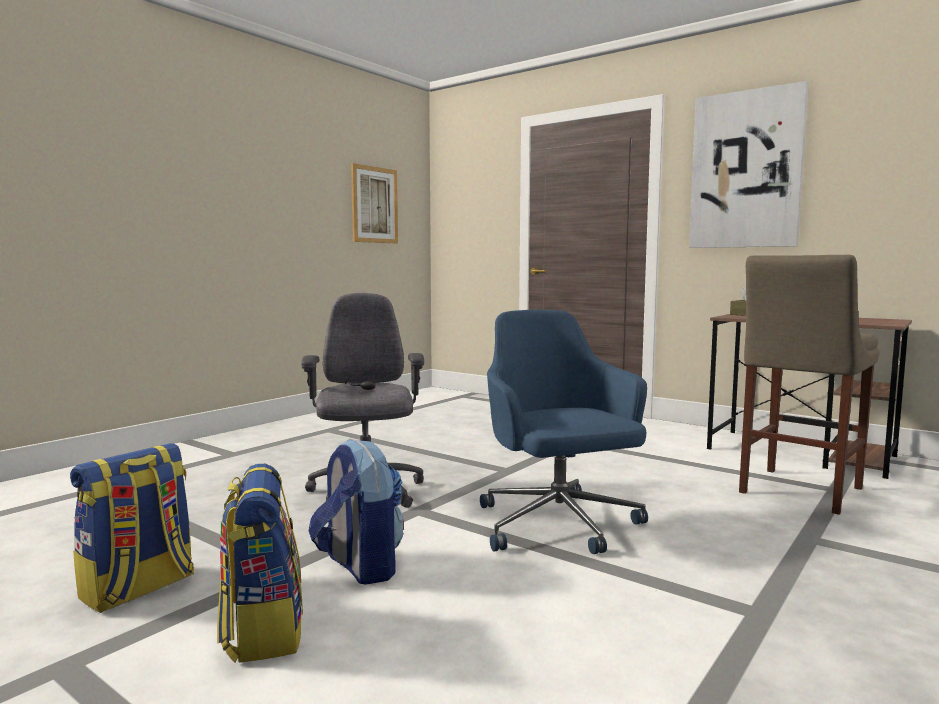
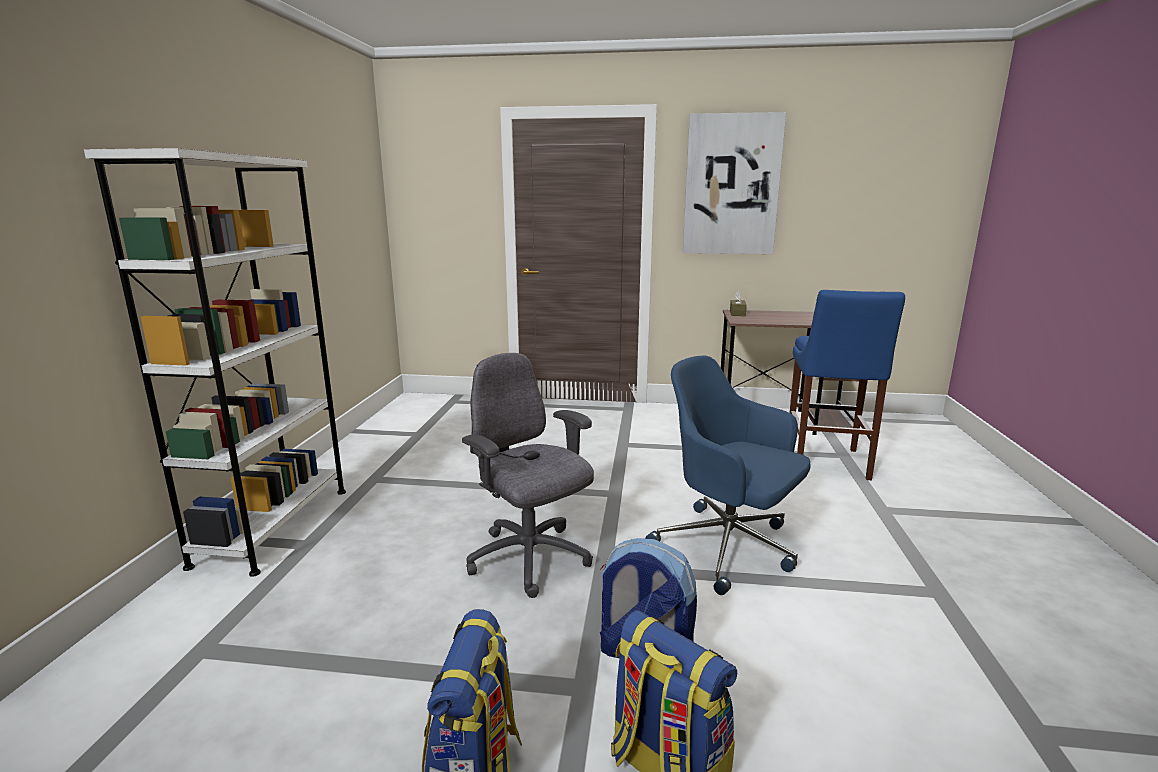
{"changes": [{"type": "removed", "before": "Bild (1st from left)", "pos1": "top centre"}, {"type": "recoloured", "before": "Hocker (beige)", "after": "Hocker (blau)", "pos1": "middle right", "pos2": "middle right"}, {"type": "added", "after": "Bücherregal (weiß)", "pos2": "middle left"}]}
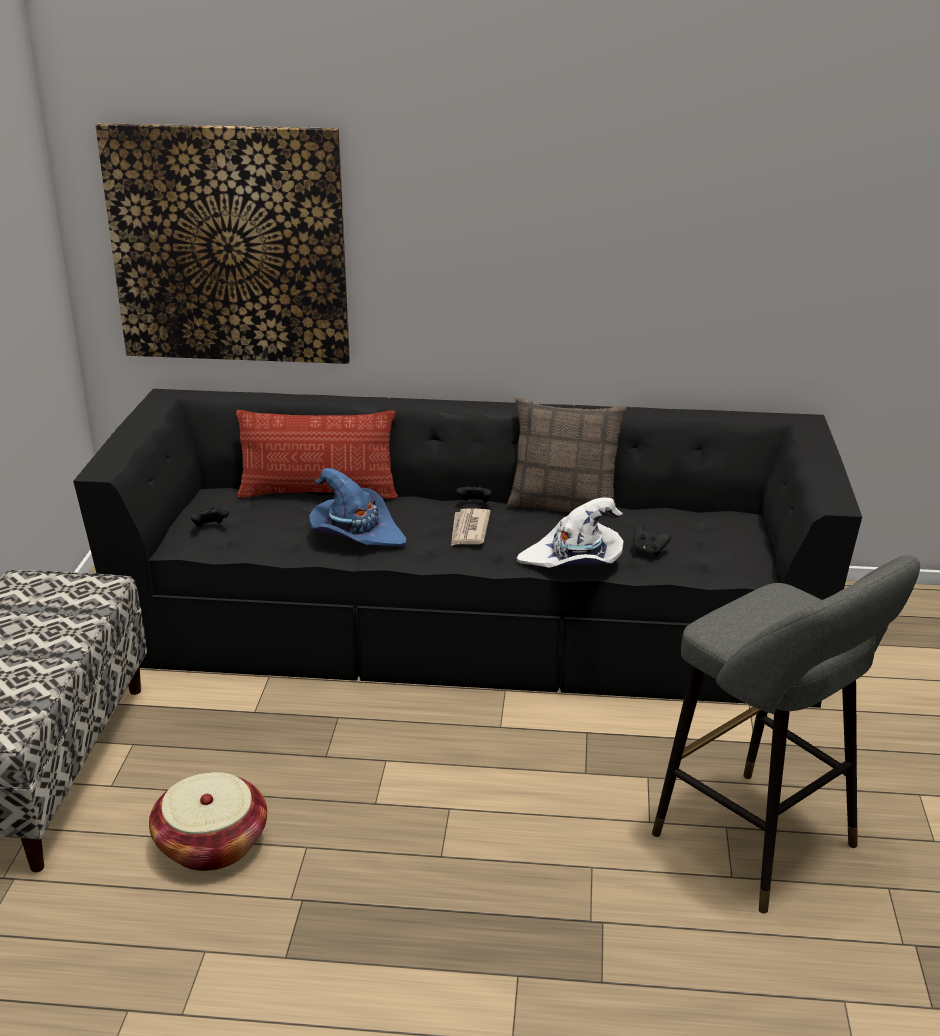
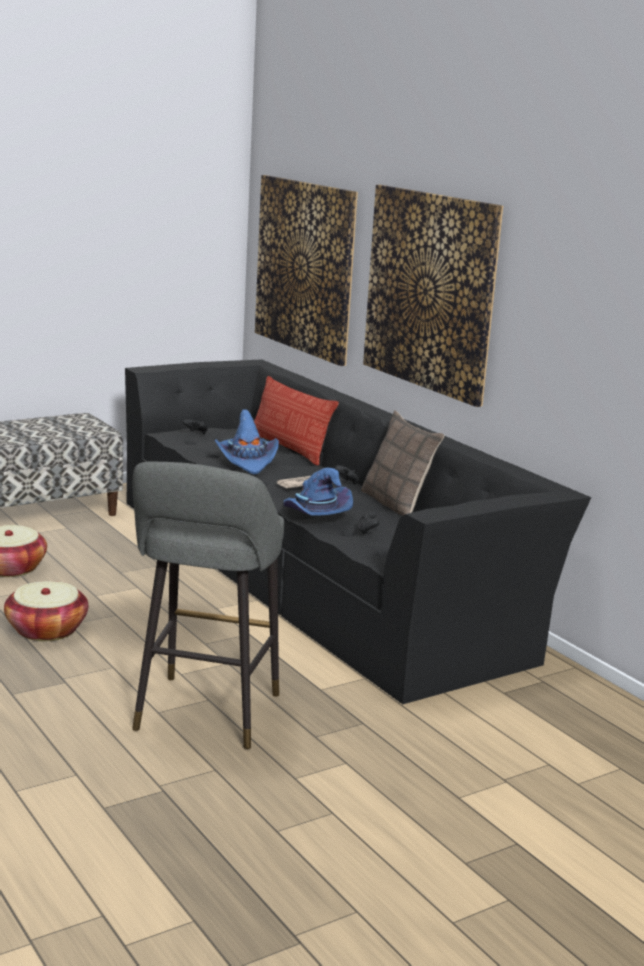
{"changes": [{"type": "recoloured", "before": "Hut (weiß)", "after": "Hut (blau) (2nd from left)", "pos1": "centre", "pos2": "centre"}, {"type": "added", "after": "Bild (2nd from left)", "pos2": "top right"}, {"type": "added", "after": "Korb (2nd from left)", "pos2": "middle left"}]}
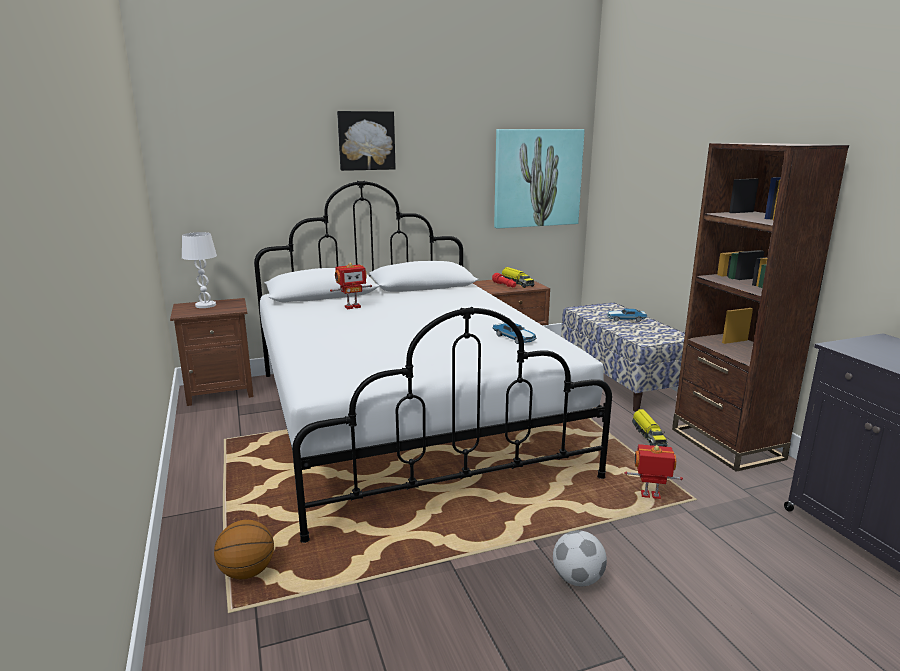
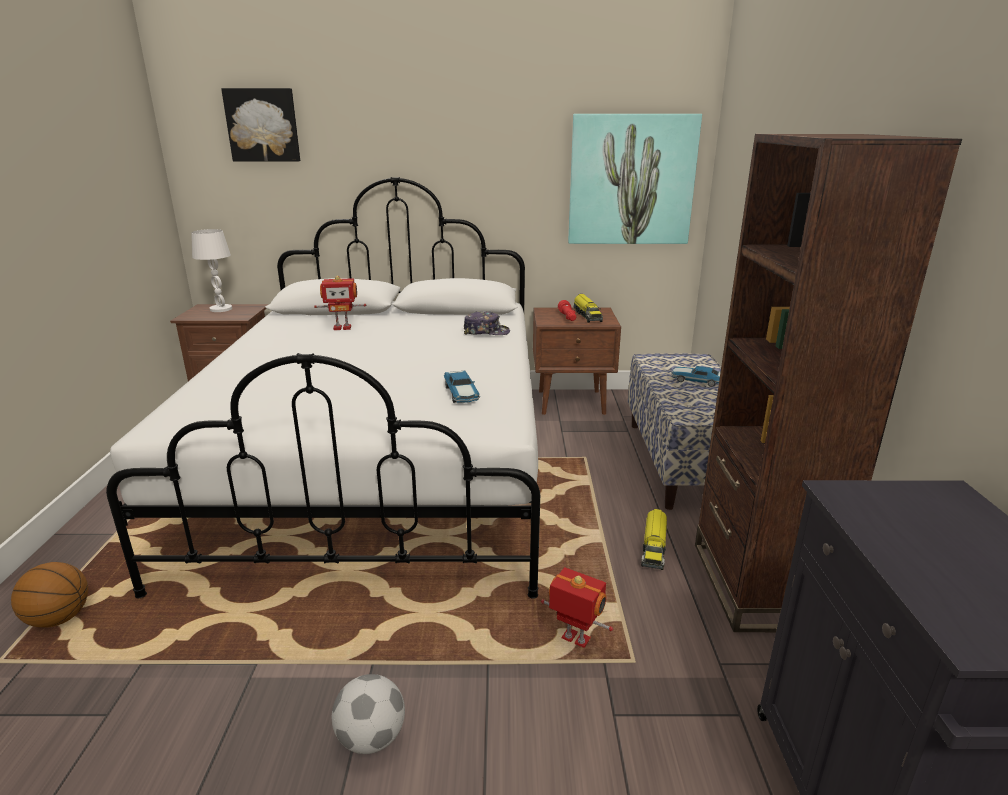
{"changes": [{"type": "moved", "before": "Bild (1st from left)", "pos1": "top centre", "pos2": "top left"}, {"type": "added", "after": "Kappe", "pos2": "centre"}]}
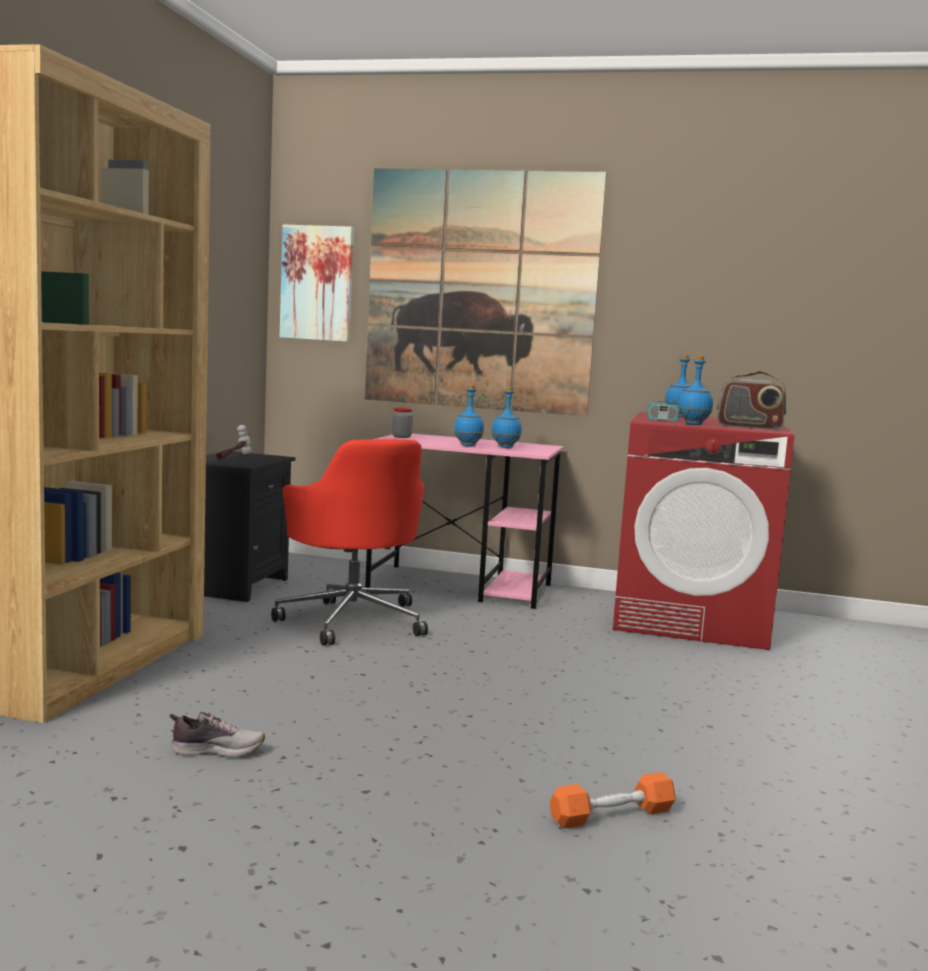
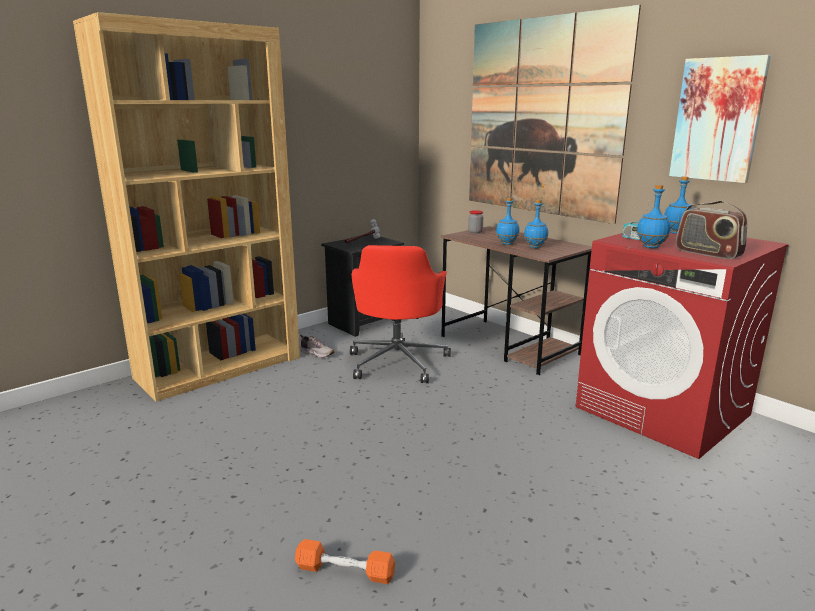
{"changes": [{"type": "moved", "before": "Bild (1st from left in the first image)", "after": "Bild (2nd from left)", "pos1": "top centre", "pos2": "top right"}, {"type": "recoloured", "before": "Schreibtisch (rosa)", "after": "Schreibtisch (braun)", "pos1": "centre", "pos2": "centre"}, {"type": "moved", "before": "Schuh", "pos1": "bottom left", "pos2": "centre"}]}
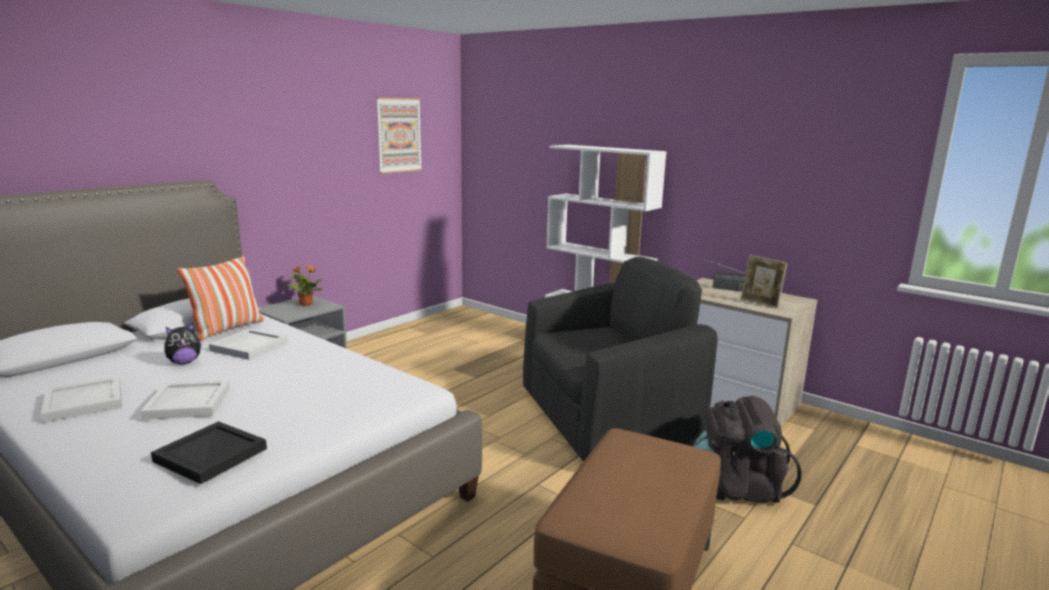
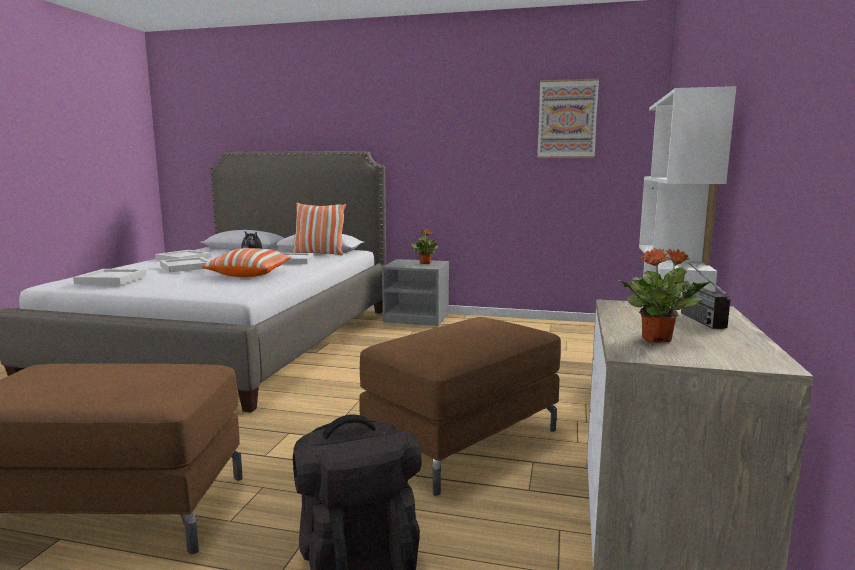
{"changes": [{"type": "replaced", "before": "Bilderrahmen", "after": "Topfpflanze (2nd from left)", "pos1": "middle right", "pos2": "middle right"}, {"type": "replaced", "before": "Sessel (schwarz)", "after": "Polsterhocker (braun) (2nd from left)", "pos1": "centre", "pos2": "bottom centre"}, {"type": "recoloured", "before": "Tablett (schwarz)", "after": "Tablett (weiß) (1st from left)", "pos1": "bottom left", "pos2": "middle left"}, {"type": "added", "after": "Kissen (1st from left)", "pos2": "middle left"}]}
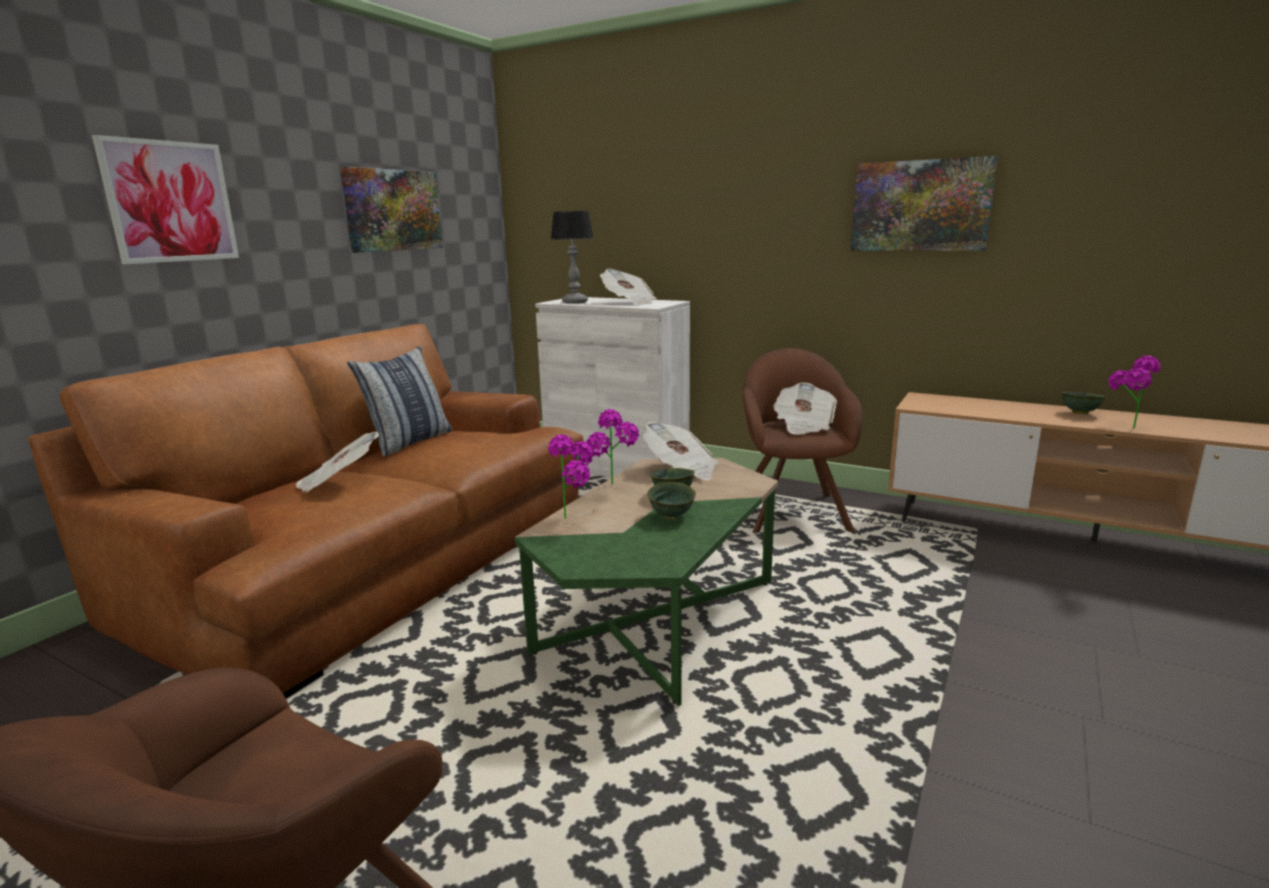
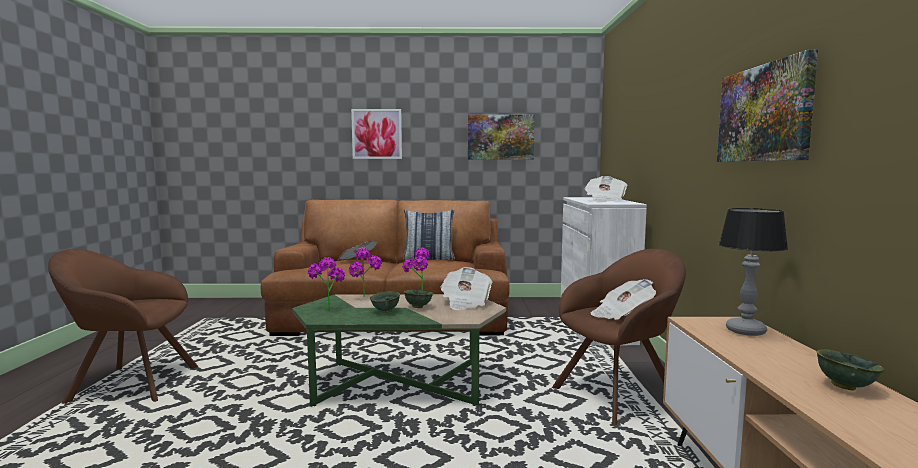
{"changes": [{"type": "moved", "before": "Tischlampe", "pos1": "top centre", "pos2": "middle right"}, {"type": "moved", "before": "Topfpflanze (3rd from left in the first image)", "after": "Topfpflanze (1st from left)", "pos1": "middle right", "pos2": "centre"}]}
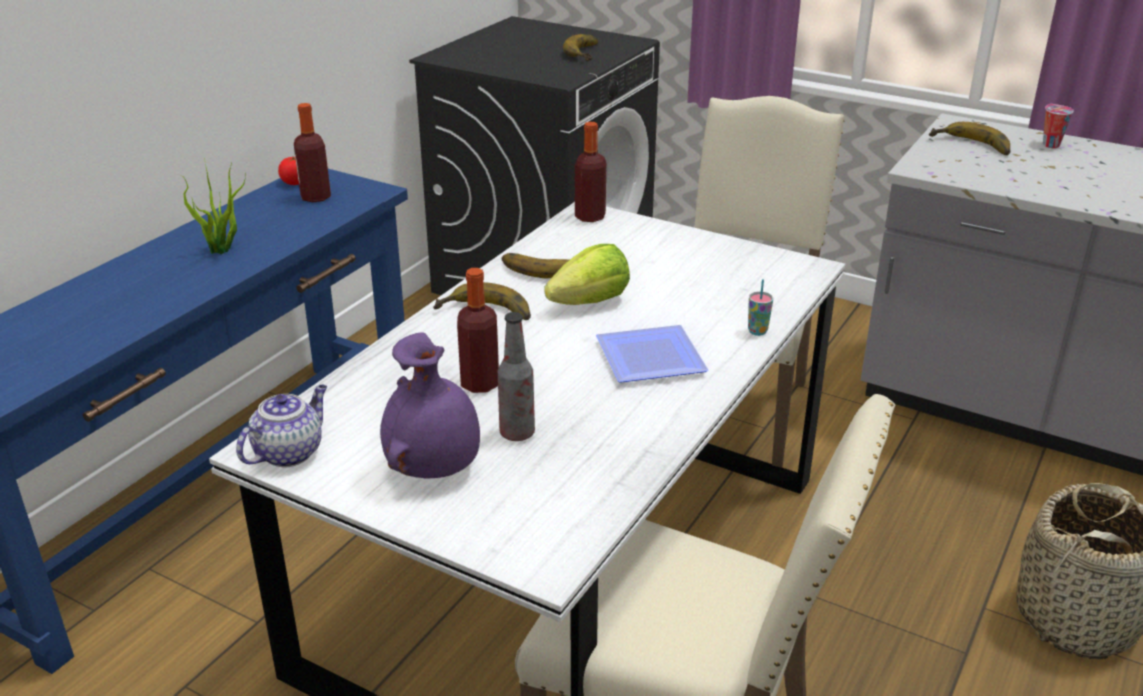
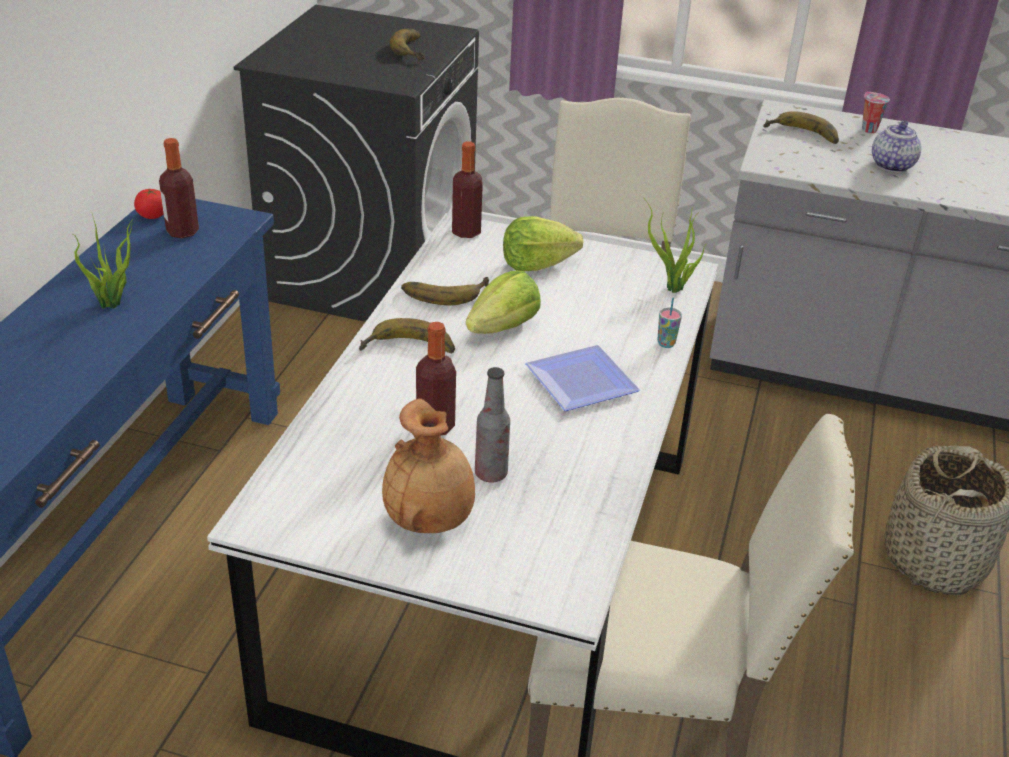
{"changes": [{"type": "recoloured", "before": "Vase (lila)", "after": "Vase (braun)", "pos1": "centre", "pos2": "centre"}, {"type": "moved", "before": "Teekanne", "pos1": "middle left", "pos2": "top right"}, {"type": "added", "after": "Topfpflanze (2nd from left)", "pos2": "top right"}, {"type": "added", "after": "Salatkopf (2nd from left)", "pos2": "top centre"}]}
